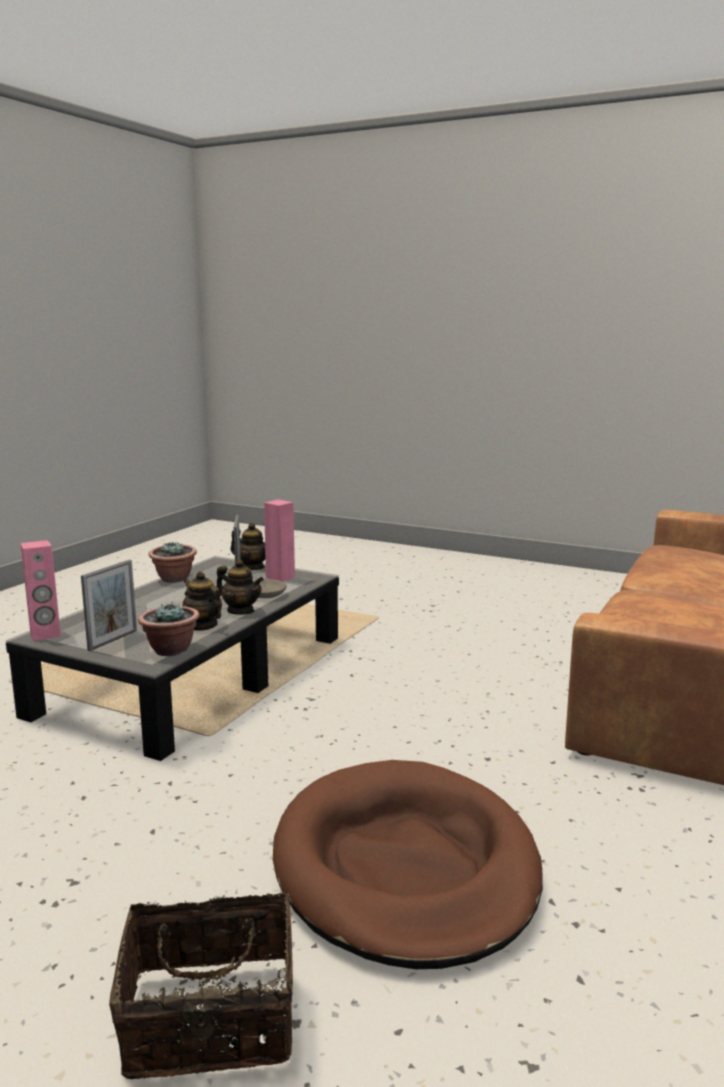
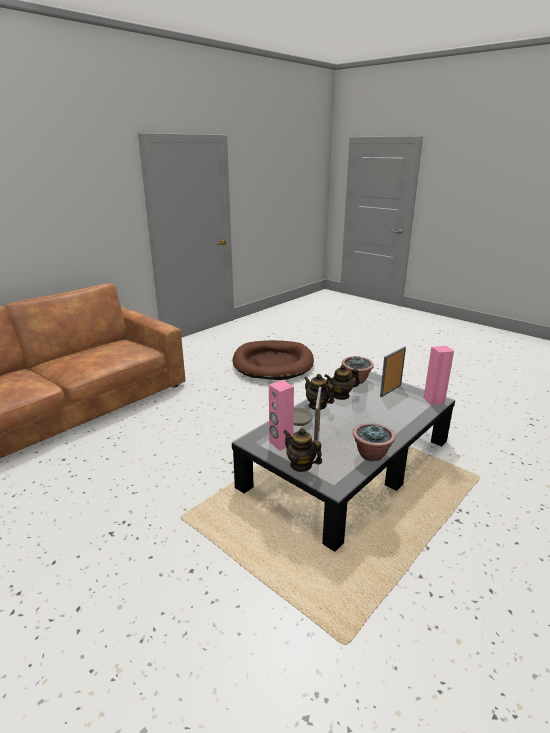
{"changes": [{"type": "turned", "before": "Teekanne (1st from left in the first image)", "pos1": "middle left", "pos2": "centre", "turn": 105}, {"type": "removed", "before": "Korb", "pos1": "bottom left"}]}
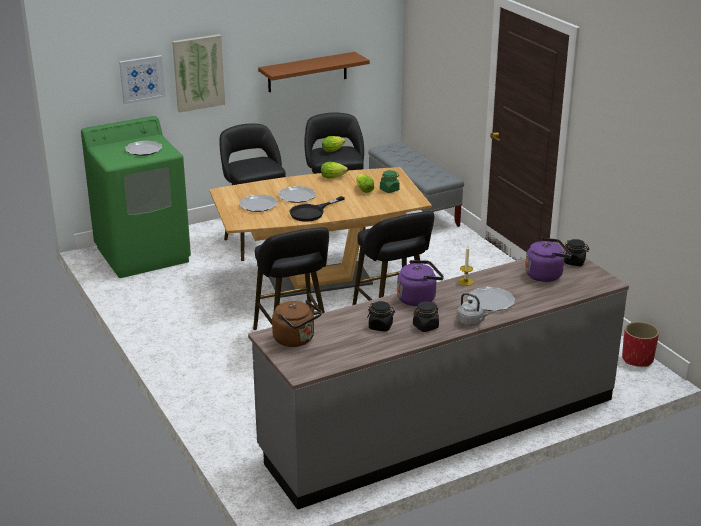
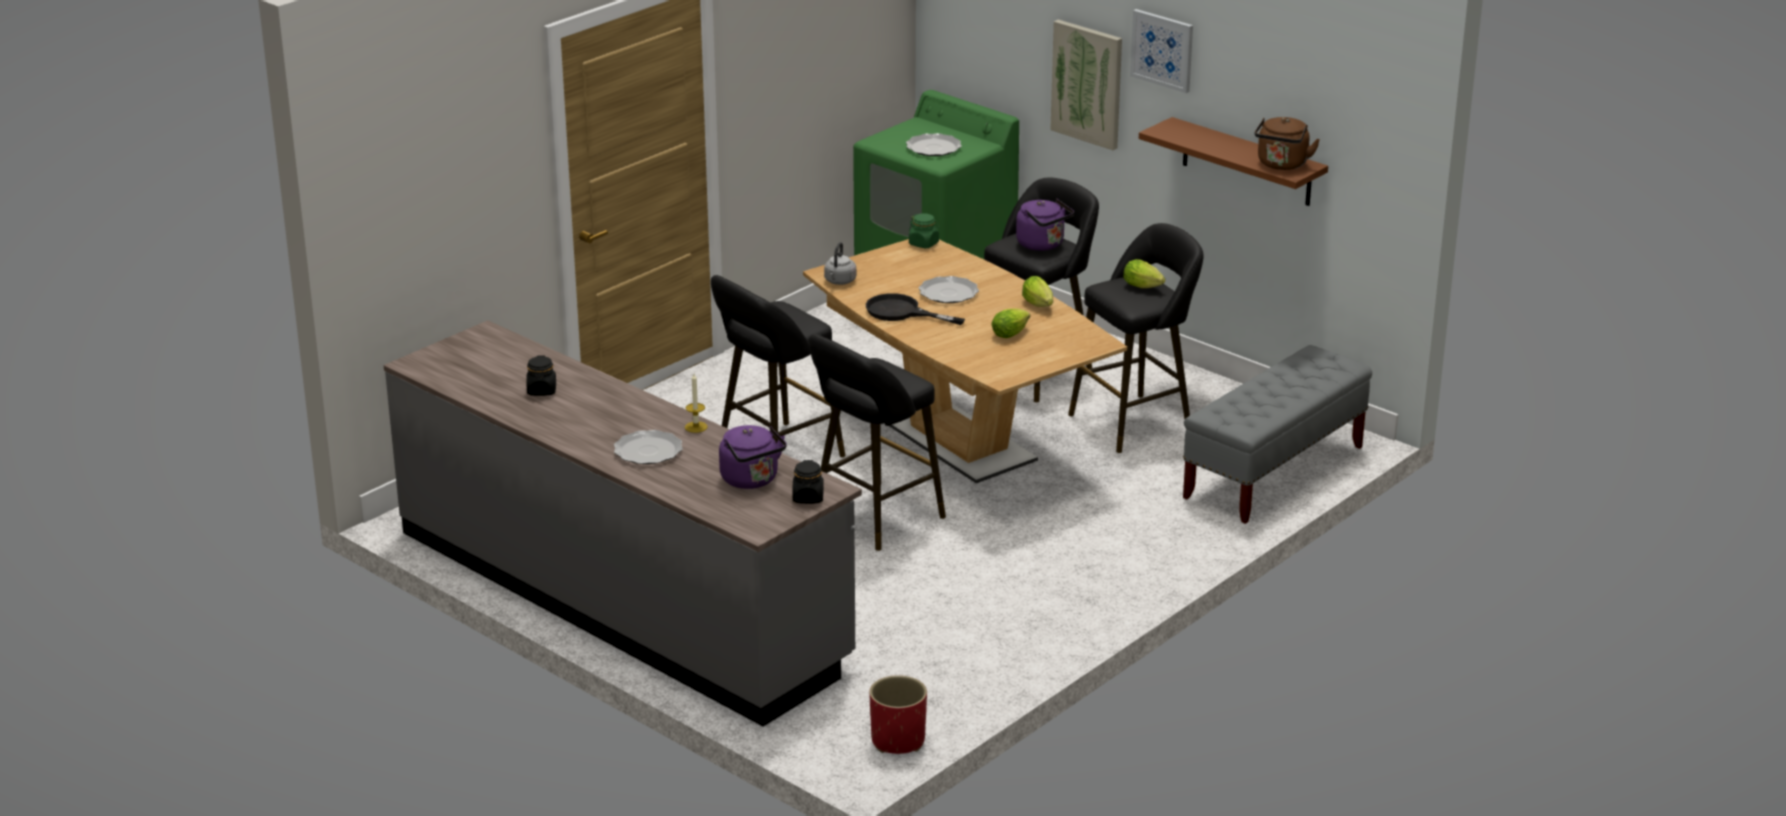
{"changes": [{"type": "moved", "before": "Bild (1st from left in the first image)", "after": "Bild (2nd from left)", "pos1": "top left", "pos2": "top centre"}, {"type": "moved", "before": "Vorratsglas (grün)", "pos1": "centre", "pos2": "top centre"}, {"type": "removed", "before": "Teller (2nd from left)", "pos1": "centre"}, {"type": "moved", "before": "Wasserkessel (lila) (1st from left in the first image)", "after": "Wasserkessel (lila) (2nd from left)", "pos1": "centre", "pos2": "top centre"}, {"type": "moved", "before": "Wasserkessel (grau)", "pos1": "middle right", "pos2": "top centre"}, {"type": "moved", "before": "Wasserkessel (braun)", "pos1": "centre", "pos2": "top right"}, {"type": "removed", "before": "Vorratsglas (schwarz) (2nd from left)", "pos1": "centre"}]}
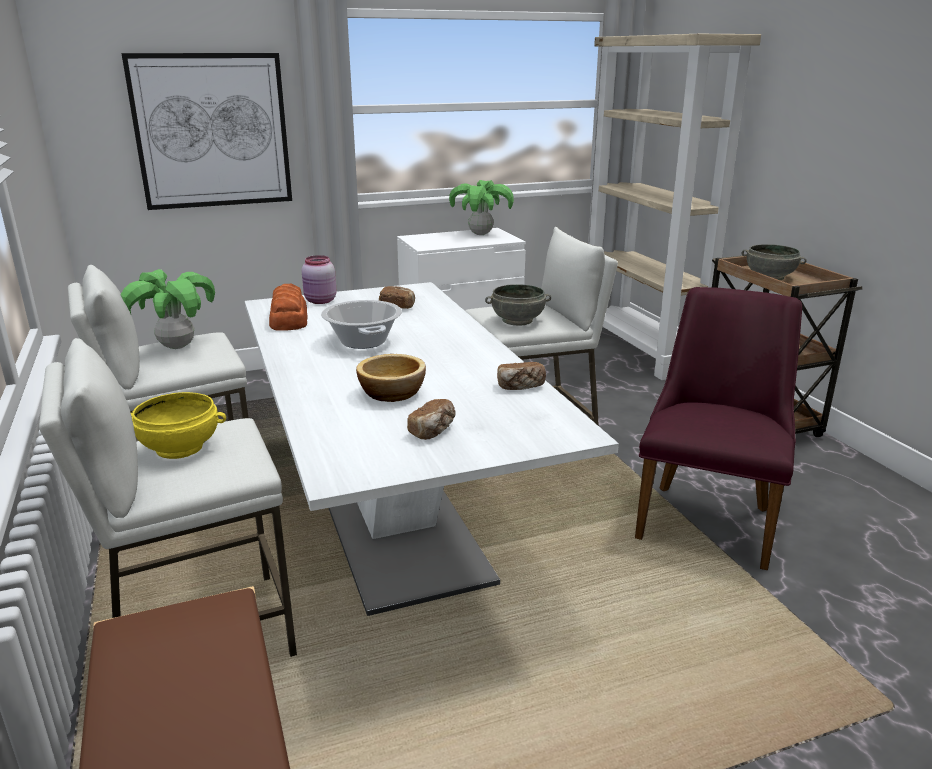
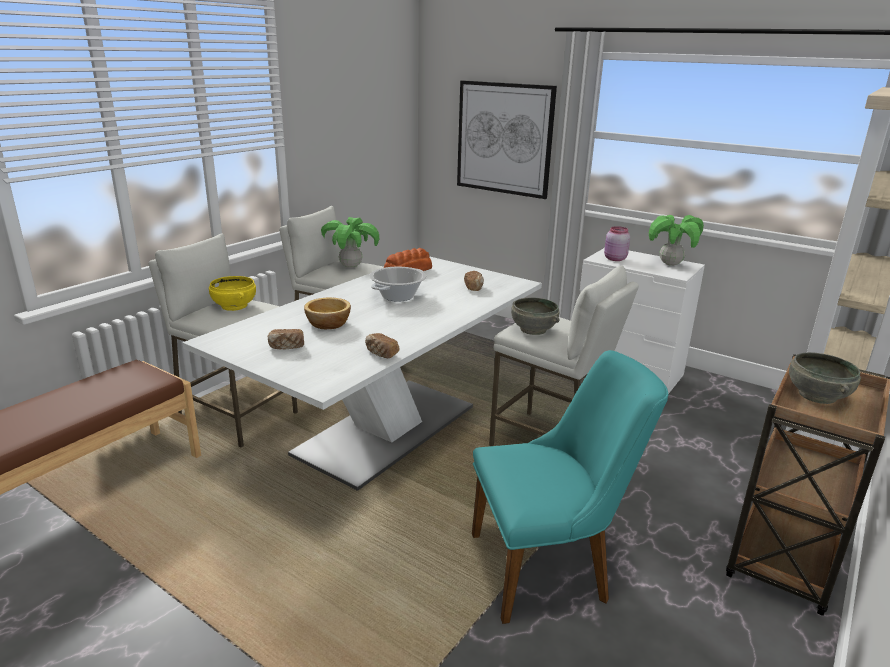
{"changes": [{"type": "moved", "before": "Vorratsglas (rosa)", "pos1": "centre", "pos2": "middle right"}, {"type": "recoloured", "before": "Stuhl (lila)", "after": "Stuhl (türkis)", "pos1": "middle right", "pos2": "bottom centre"}]}
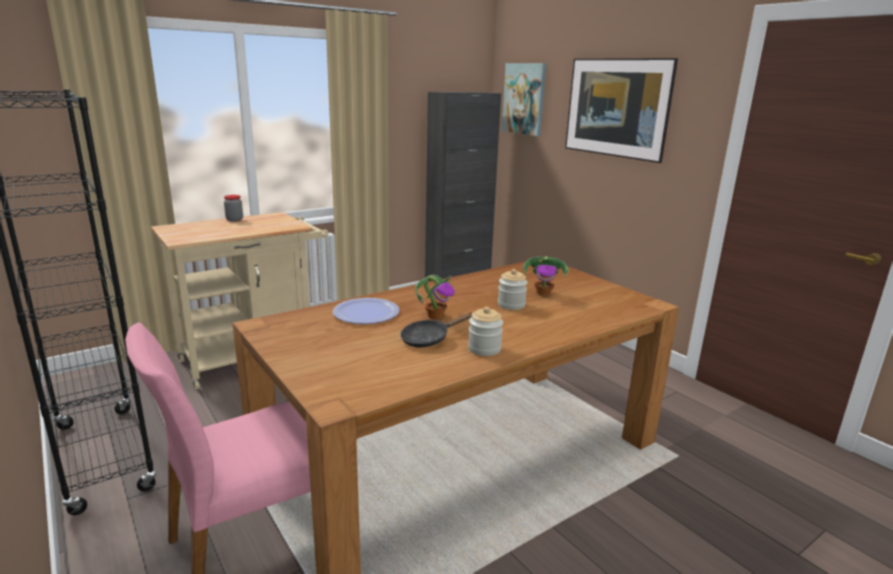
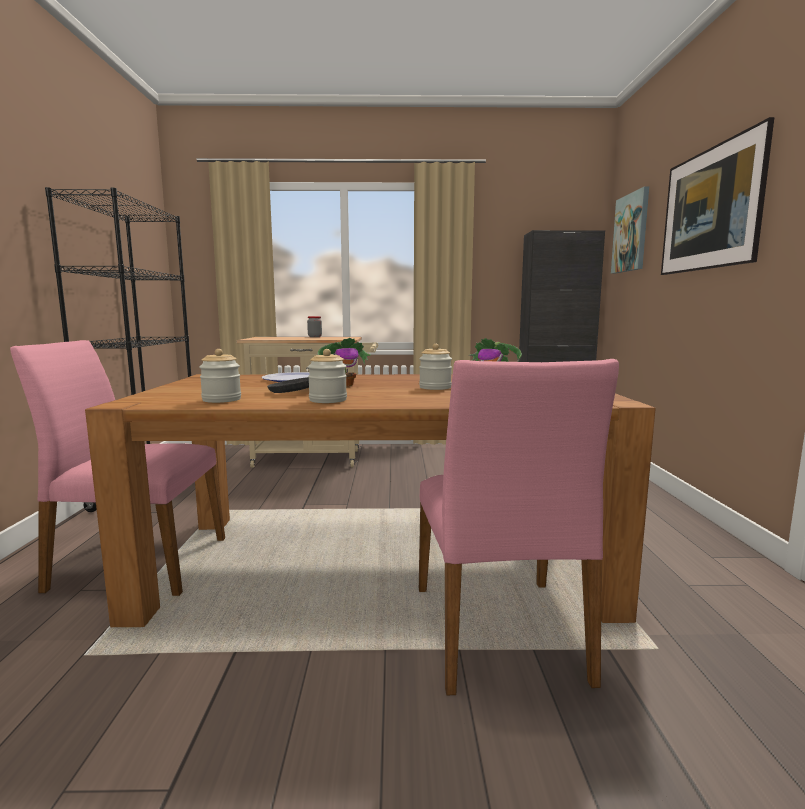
{"changes": [{"type": "added", "after": "Vorratsglas (1st from left)", "pos2": "middle left"}, {"type": "added", "after": "Stuhl (rosa) (2nd from left)", "pos2": "centre"}]}
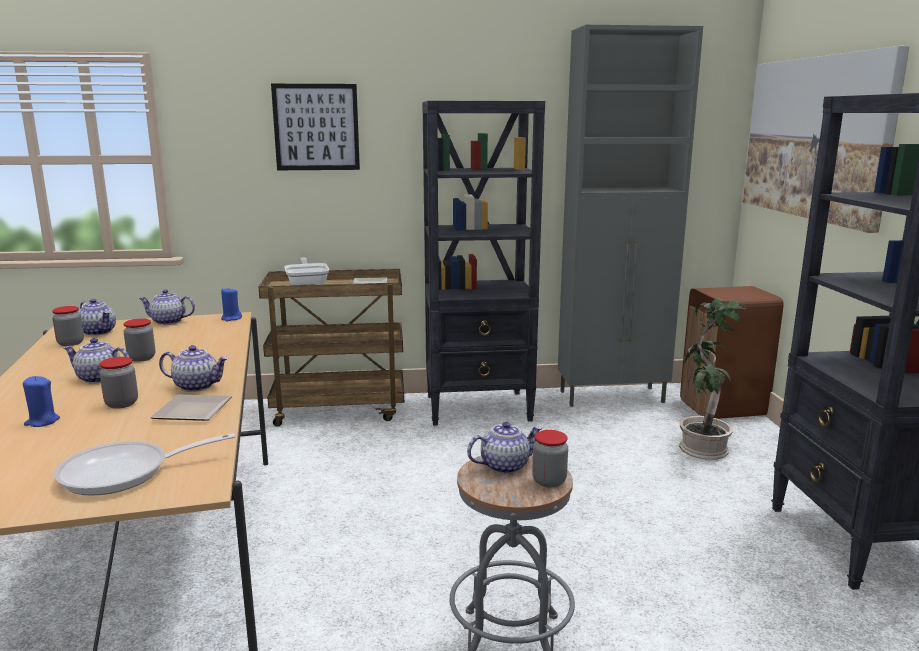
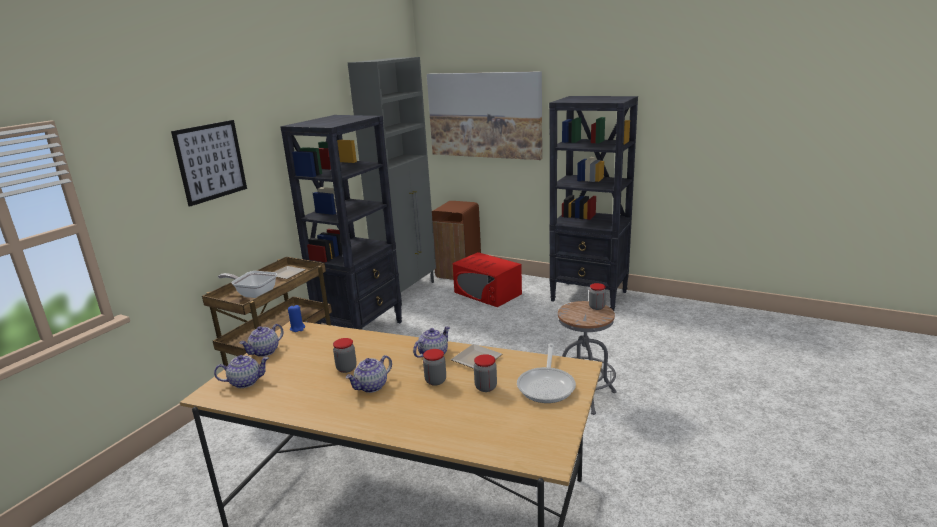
{"changes": [{"type": "replaced", "before": "Topfpflanze", "after": "Mikrowelle (rot)", "pos1": "middle right", "pos2": "centre"}, {"type": "moved", "before": "Vorratsglas (1st from left in the first image)", "after": "Vorratsglas (3rd from left)", "pos1": "middle left", "pos2": "bottom centre"}, {"type": "removed", "before": "Kerze (blau) (1st from left)", "pos1": "middle left"}, {"type": "removed", "before": "Teekanne (5th from left)", "pos1": "bottom centre"}]}
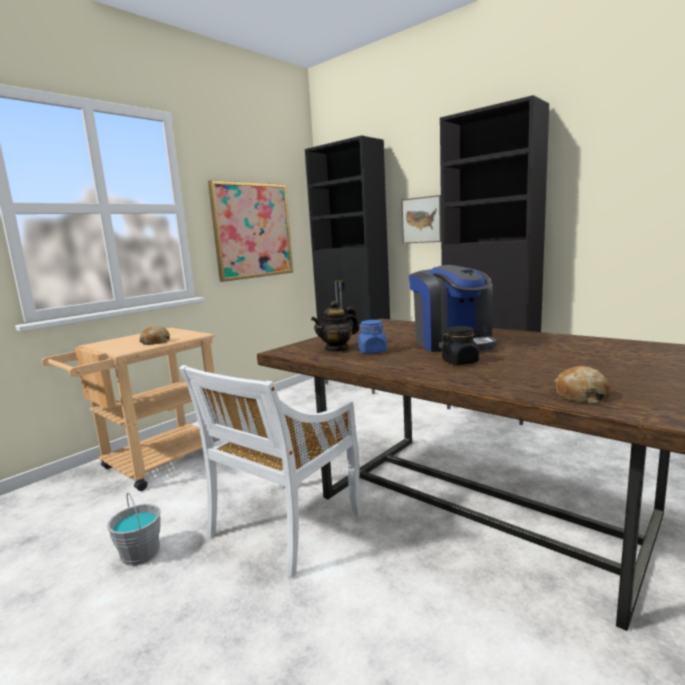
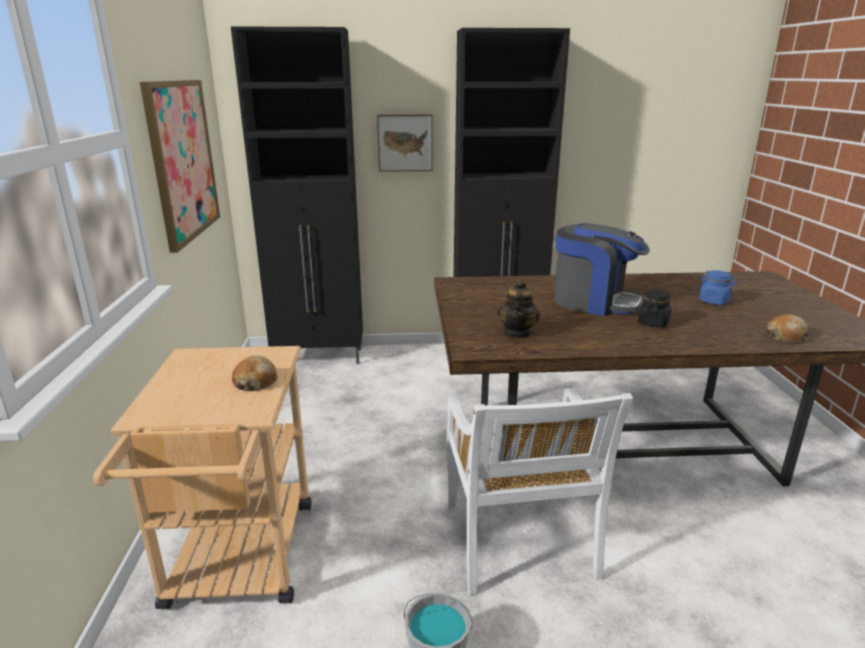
{"changes": [{"type": "moved", "before": "Vorratsglas (blau)", "pos1": "centre", "pos2": "middle right"}]}
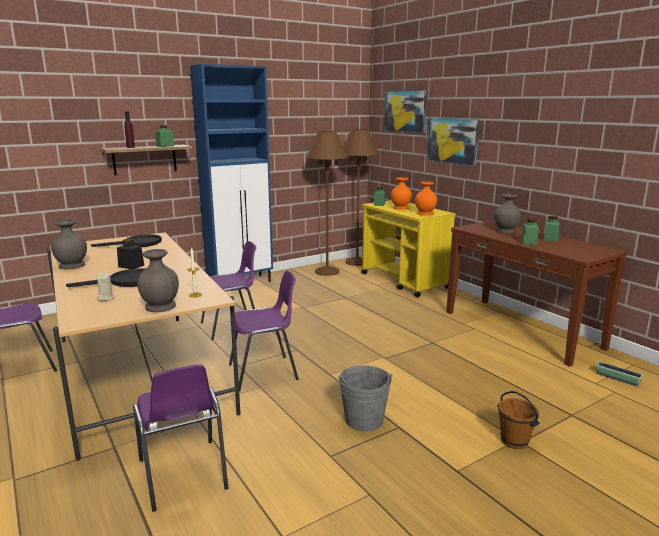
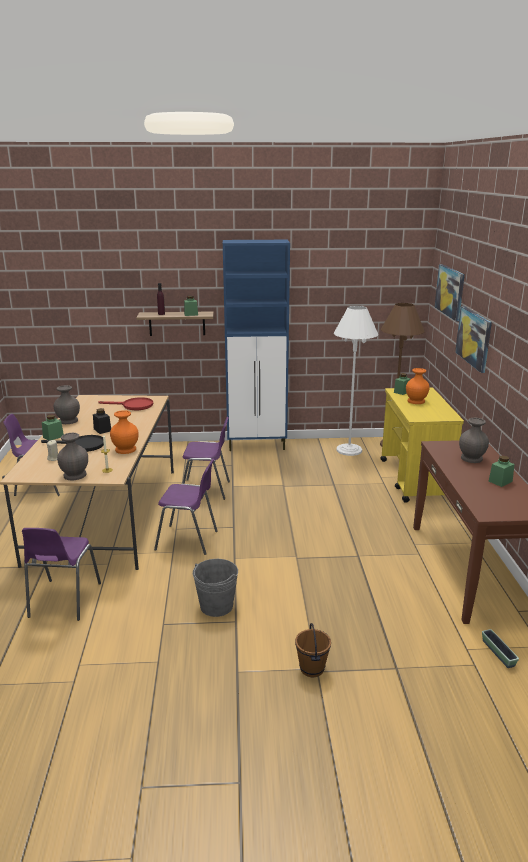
{"changes": [{"type": "recoloured", "before": "Stehlampe (braun) (1st from left)", "after": "Stehlampe (weiß)", "pos1": "centre", "pos2": "middle right"}, {"type": "moved", "before": "Vase (orange) (2nd from left in the first image)", "after": "Vase (orange) (1st from left)", "pos1": "centre", "pos2": "middle left"}, {"type": "moved", "before": "Vorratsglas (grün) (3rd from left in the first image)", "after": "Vorratsglas (grün) (1st from left)", "pos1": "middle right", "pos2": "middle left"}, {"type": "recoloured", "before": "Pfanne (schwarz) (2nd from left)", "after": "Pfanne (rot)", "pos1": "middle left", "pos2": "middle left"}]}
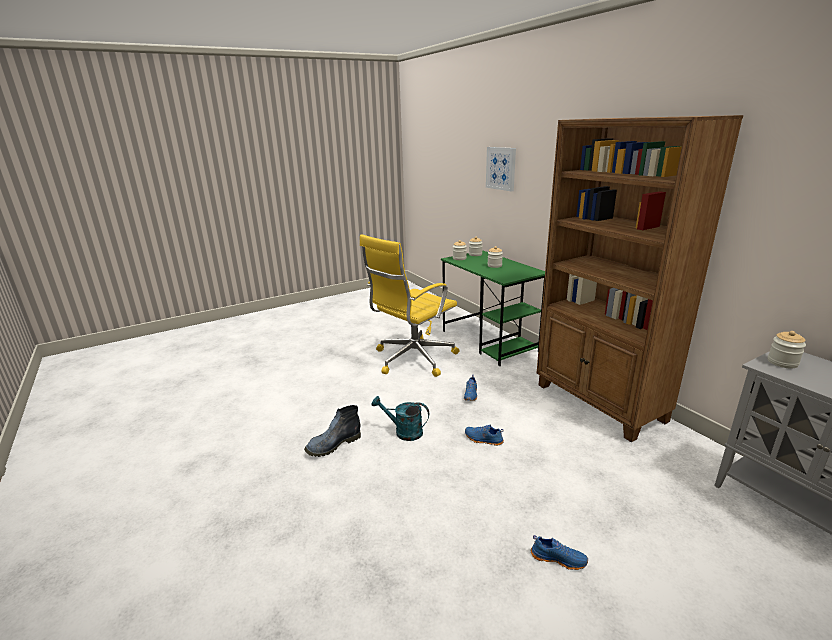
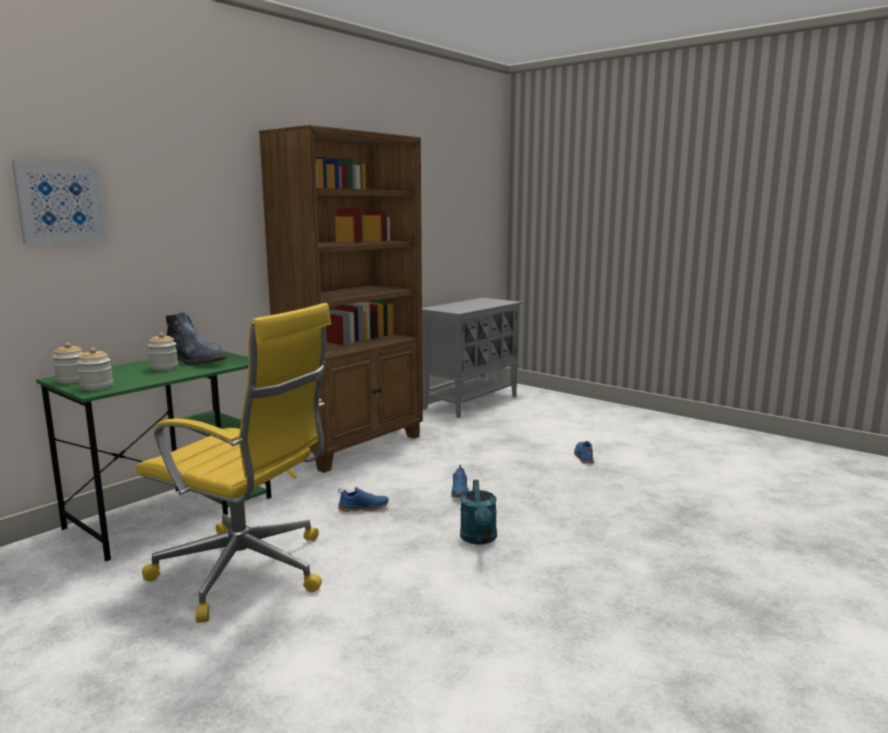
{"changes": [{"type": "removed", "before": "Vorratsglas (4th from left)", "pos1": "middle right"}, {"type": "moved", "before": "Stiefel", "pos1": "bottom centre", "pos2": "middle left"}]}
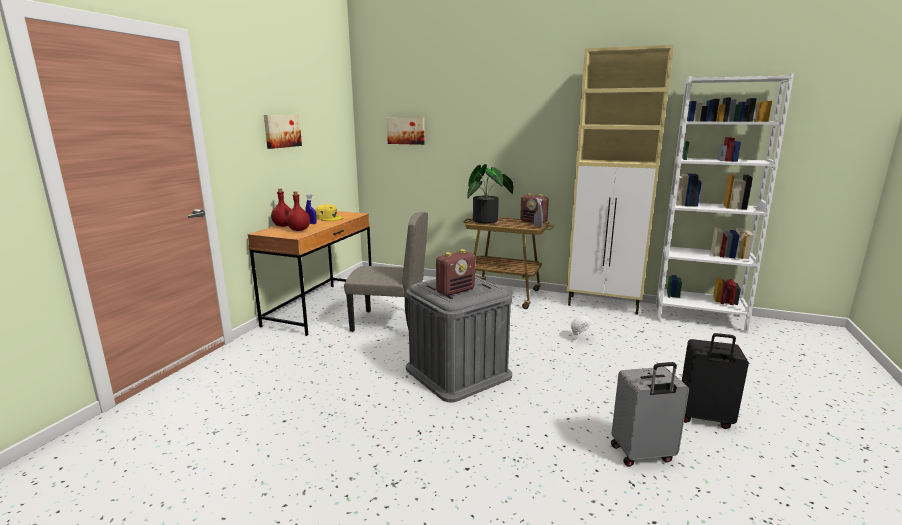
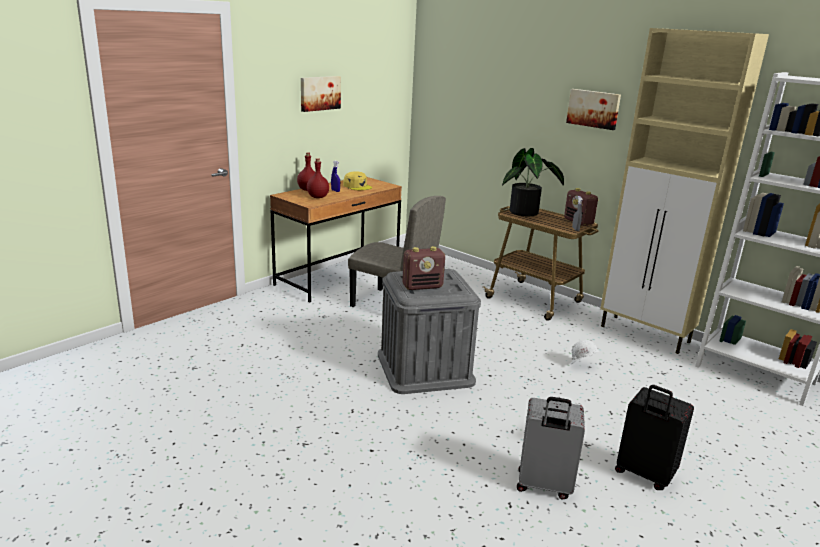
{"changes": [{"type": "moved", "before": "Bild (2nd from left)", "pos1": "top centre", "pos2": "top right"}]}
